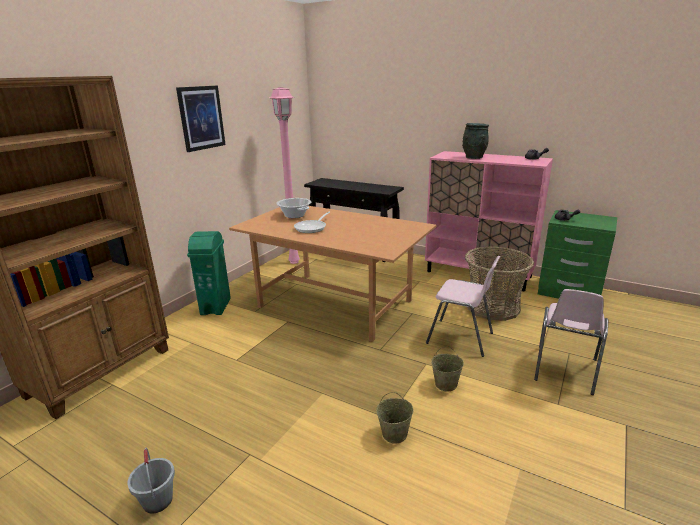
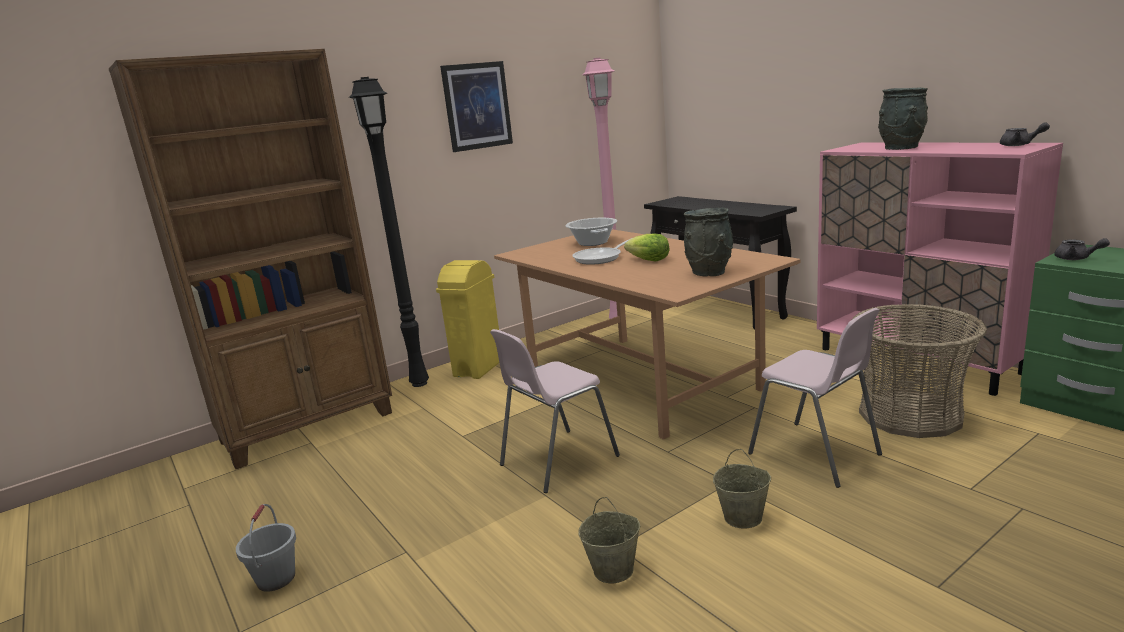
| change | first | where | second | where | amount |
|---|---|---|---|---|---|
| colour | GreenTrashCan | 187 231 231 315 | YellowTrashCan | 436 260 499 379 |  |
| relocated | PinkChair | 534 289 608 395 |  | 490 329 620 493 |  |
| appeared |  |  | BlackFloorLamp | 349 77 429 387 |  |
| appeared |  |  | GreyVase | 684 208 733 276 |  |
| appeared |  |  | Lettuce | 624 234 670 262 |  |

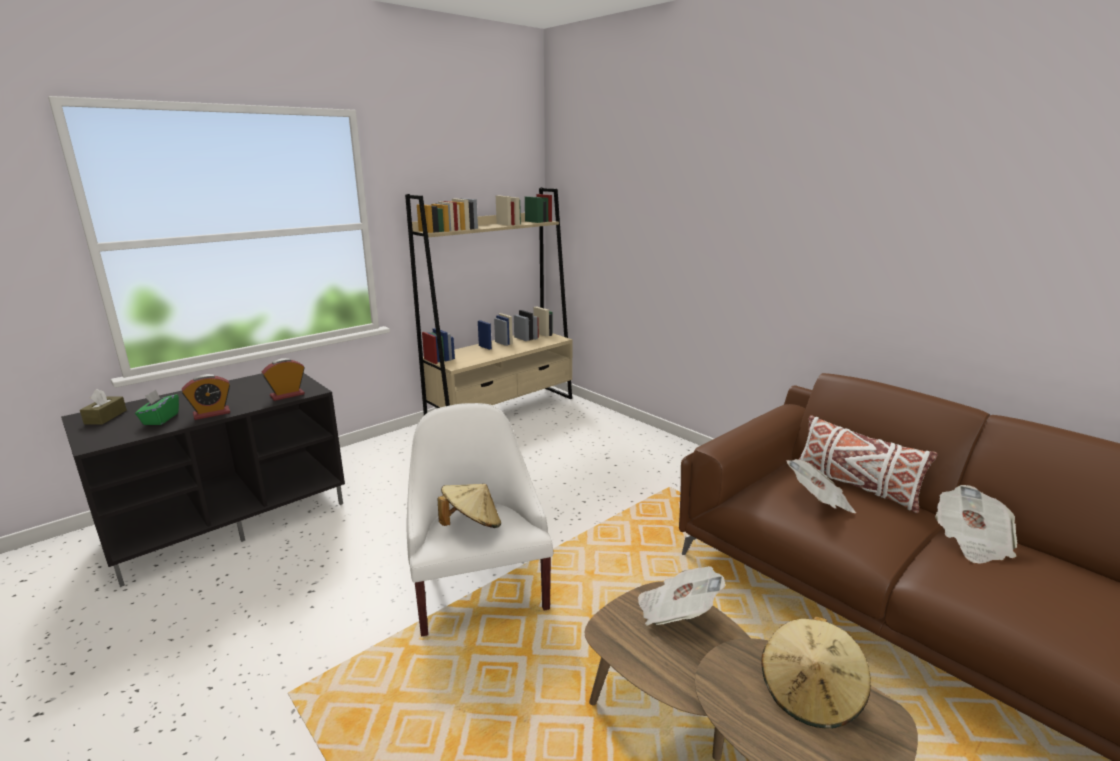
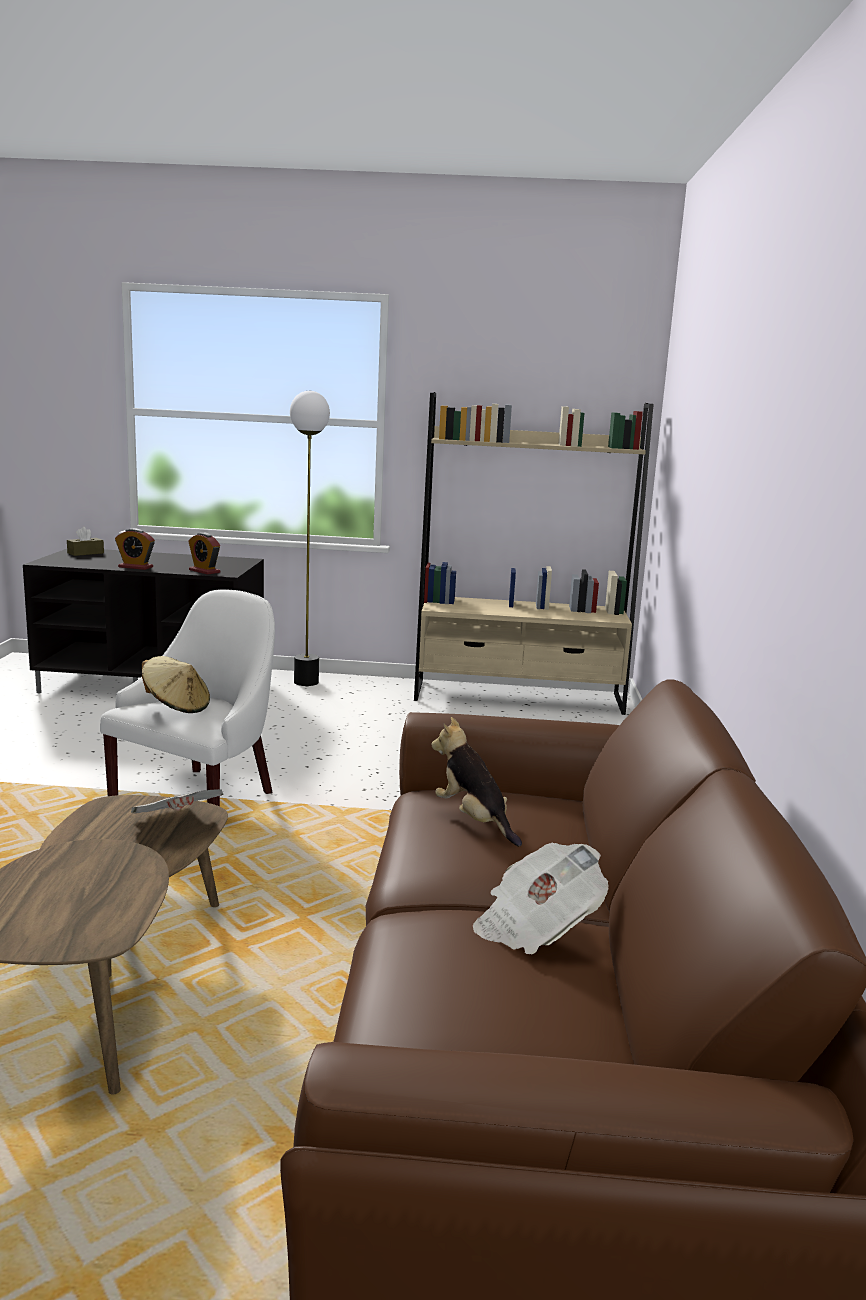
| change | first | where | second | where | amount |
|---|---|---|---|---|---|
| spun | AlarmClock | 262 358 305 401 |  | 188 533 221 575 | 150 degrees counterclockwise |
| missing | GreenTissueBox | 135 390 179 425 |  |  |  |
| missing | WhitePillow | 798 415 938 513 |  |  |  |
| exchanged | Newspaper | 786 459 856 513 | PlushToy | 431 717 522 846 |  |
| missing | BeigeHat | 761 616 871 729 |  |  |  |
| appeared |  |  | FloorLamp | 290 391 330 686 |  |

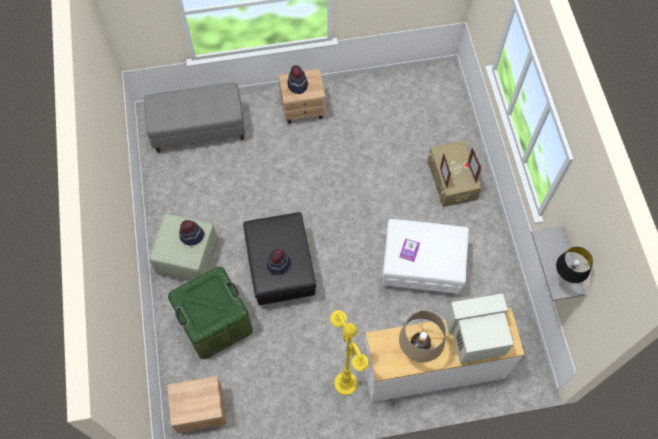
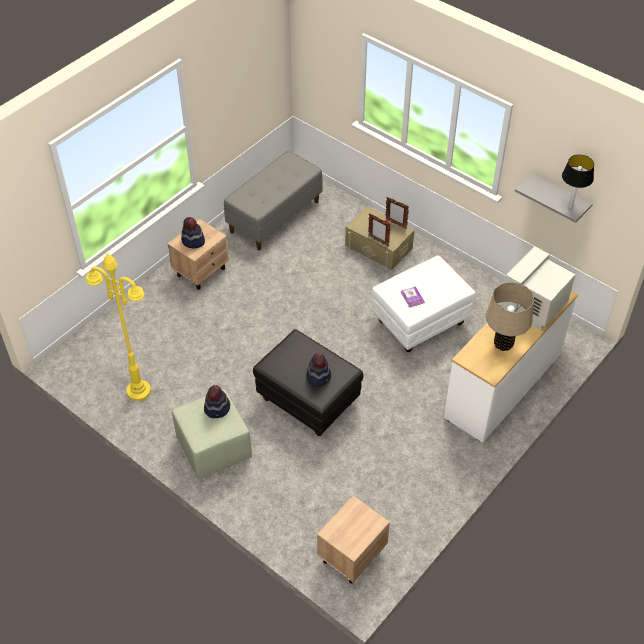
| change | first | where | second | where | amount |
|---|---|---|---|---|---|
| relocated | GreyBench | 144 82 245 153 |  | 224 151 323 250 |  |
| missing | GreenStorageBox | 168 267 253 359 |  |  |  |
| relocated | YellowFloorLamp | 330 310 369 395 |  | 86 254 151 401 |  |

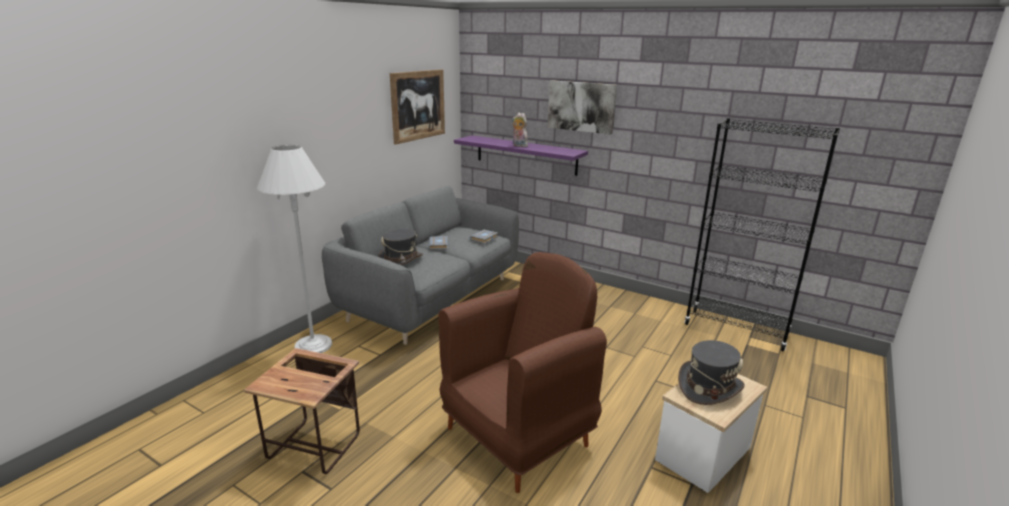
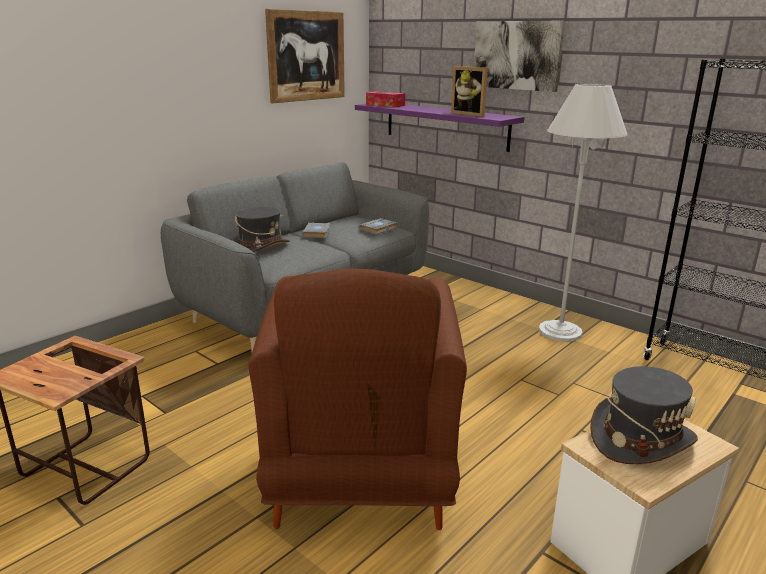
| change | first | where | second | where | amount |
|---|---|---|---|---|---|
| missing | PlushToy | 512 113 528 147 |  |  |  |
| relocated | WhiteFloorLamp | 257 145 332 353 |  | 539 83 628 342 |  |
| spun | BrownArmchair | 438 252 607 493 |  | 249 268 467 530 | 120 degrees clockwise |
| appeared |  |  | PictureFrame | 451 66 488 117 |  |
| appeared |  |  | TissueBox | 366 91 405 107 |  |

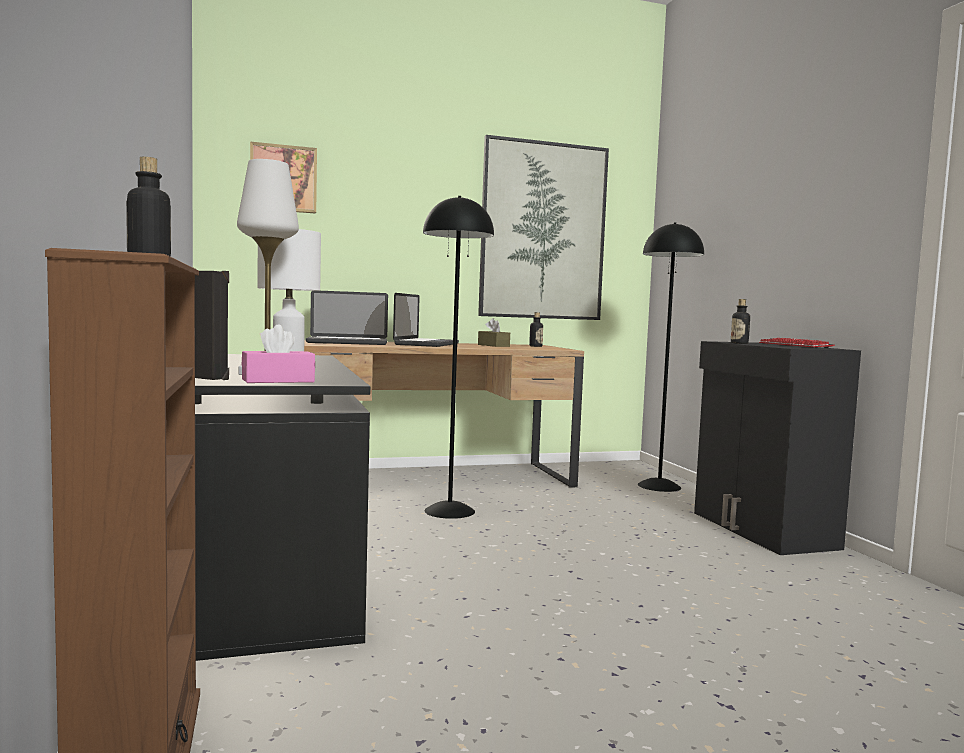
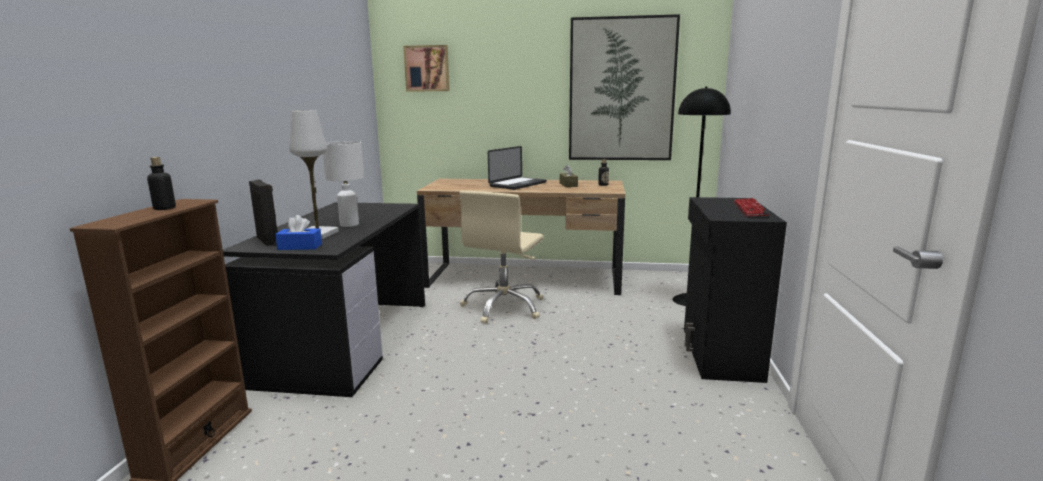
| change | first | where | second | where | amount |
|---|---|---|---|---|---|
| exchanged | BlackFloorLamp | 423 196 494 519 | BeigeOfficeChair | 459 191 543 324 |  |
| missing | Laptop | 306 291 388 345 |  |  |  |
| missing | Bottle | 731 299 750 344 |  |  |  |
| colour | PinkTissueBox | 241 324 315 383 | BlueTissueBox | 275 215 322 250 |  |

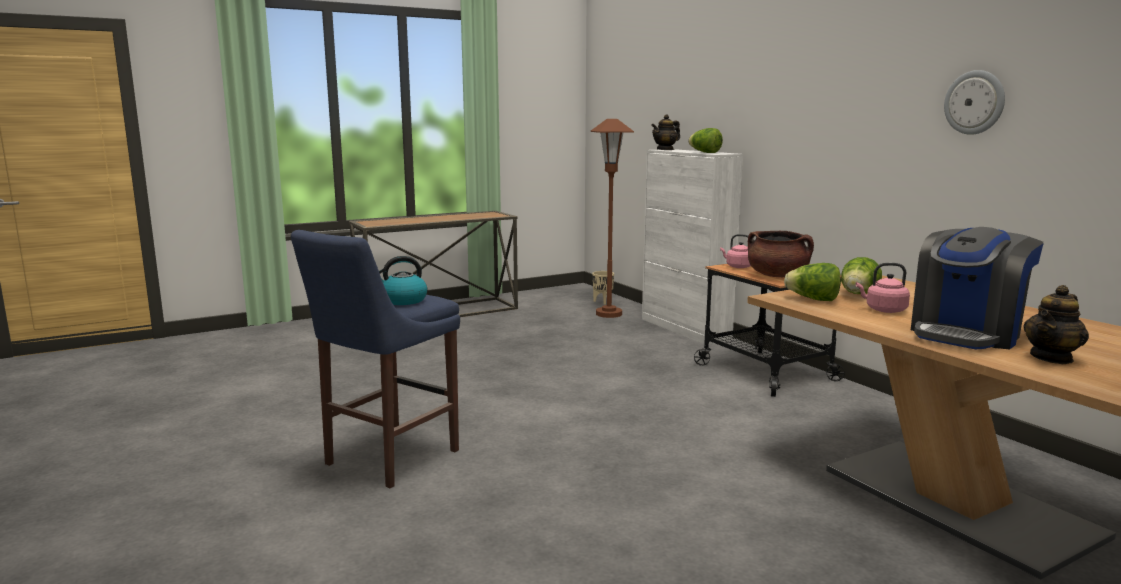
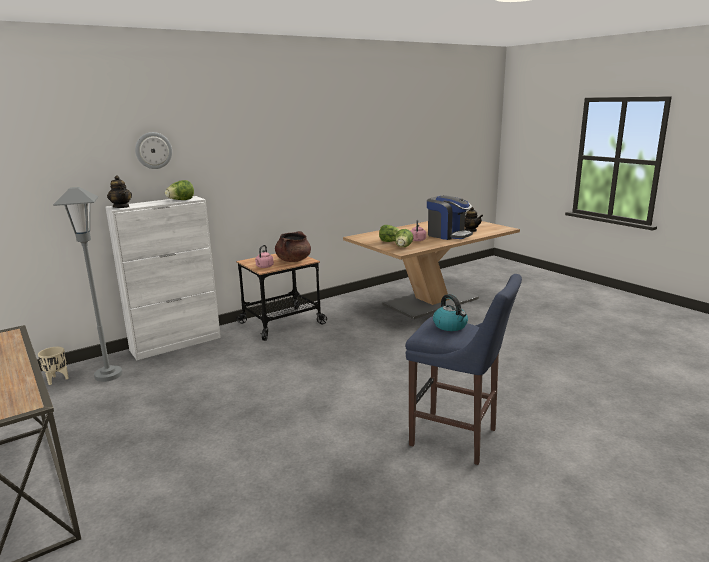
| change | first | where | second | where | amount |
|---|---|---|---|---|---|
| relocated | WallClock | 944 70 1005 135 |  | 135 132 172 169 |  |
| colour | BrownFloorLamp | 590 119 634 318 | GreyFloorLamp | 53 187 123 382 |  |

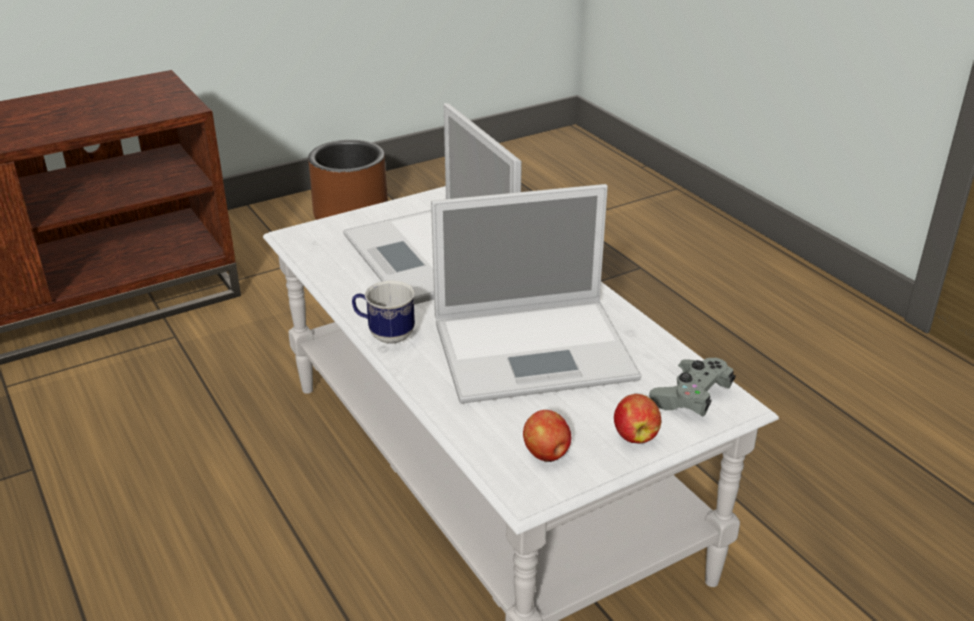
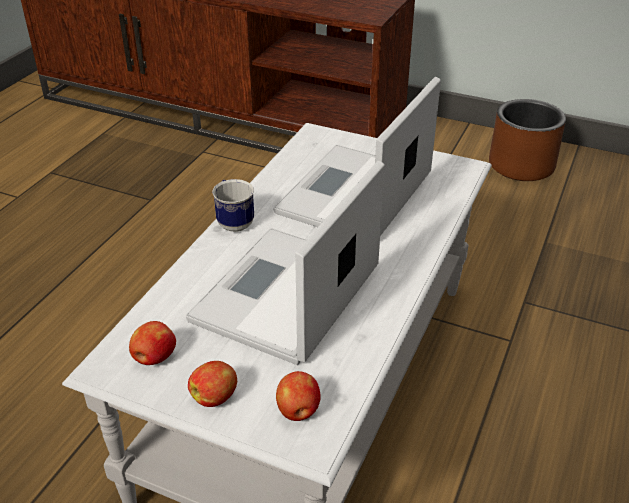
| change | first | where | second | where | amount |
|---|---|---|---|---|---|
| spun | Laptop | 431 184 641 404 |  | 186 161 385 365 | 75 degrees clockwise |
| exchanged | GreyGameController | 649 358 736 416 | Apple | 276 371 321 421 |  |

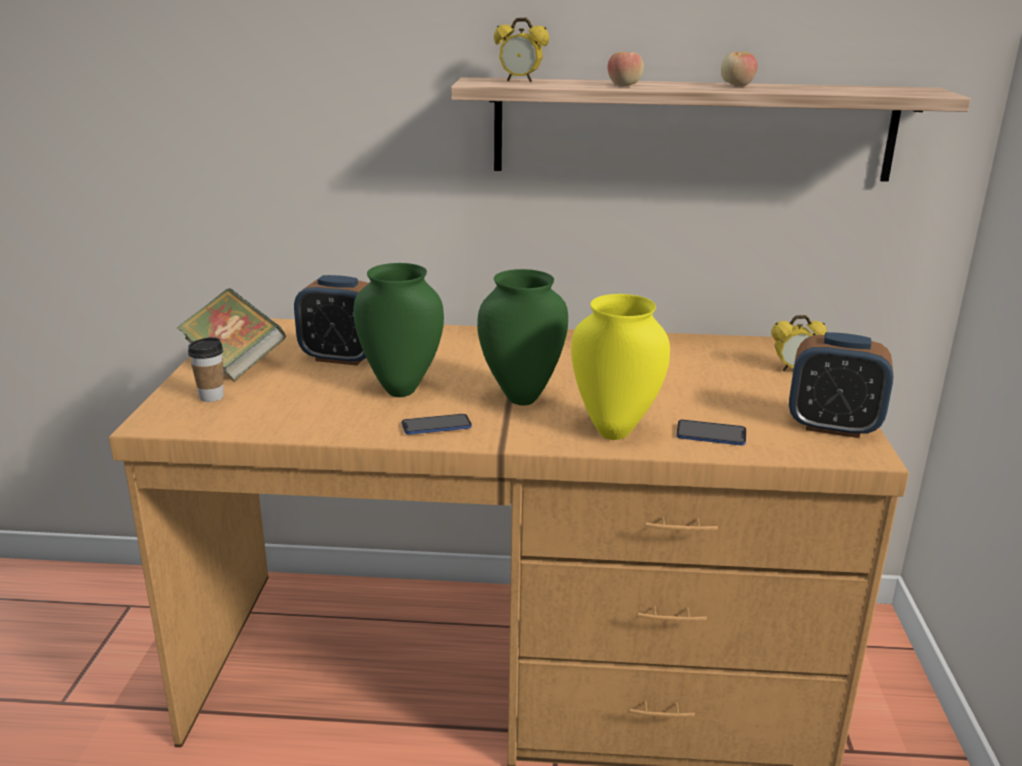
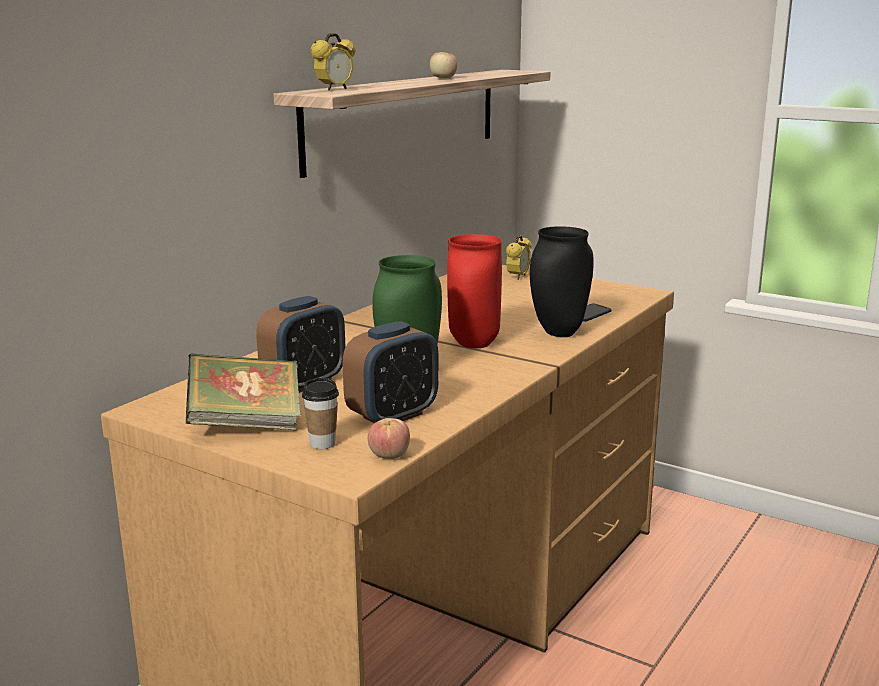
| change | first | where | second | where | amount |
|---|---|---|---|---|---|
| relocated | Apple | 607 52 644 86 |  | 368 418 410 459 |  |
| colour | GreenVase | 477 269 568 406 | RedVase | 447 234 502 348 |  |
| colour | YellowVase | 571 294 670 440 | BlackVase | 530 226 594 337 |  |
| relocated | AlarmClock | 789 332 893 438 |  | 343 321 439 423 |  |
| missing | Phone | 401 414 472 435 |  |  |  |

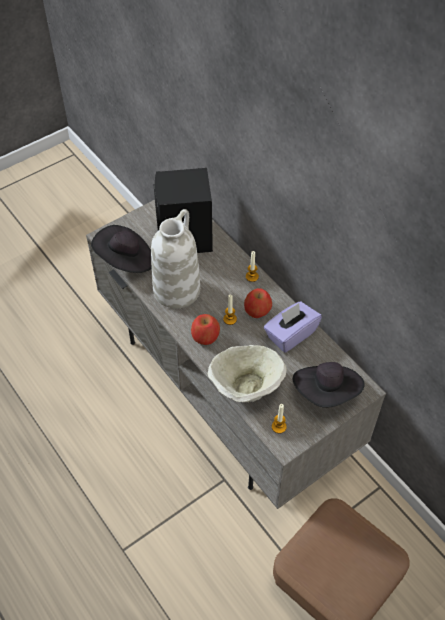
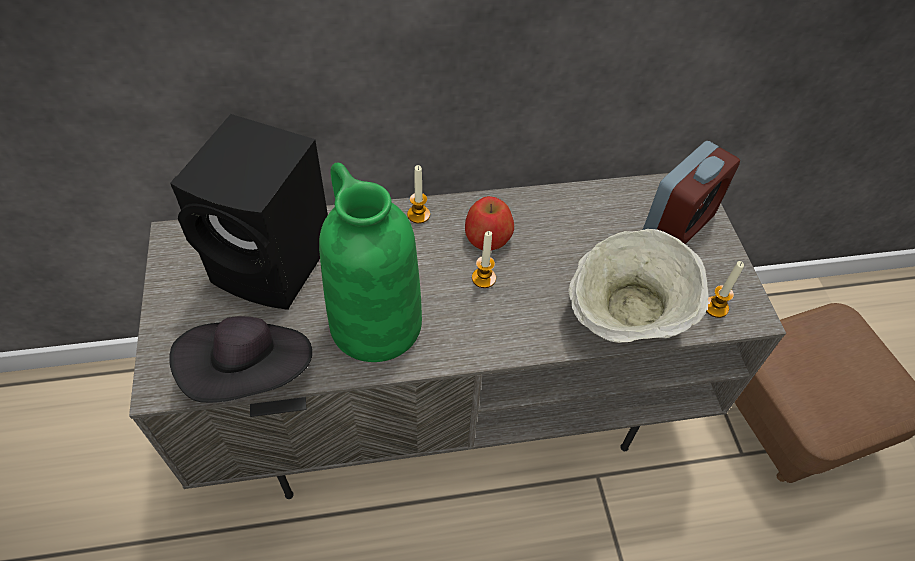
| change | first | where | second | where | amount |
|---|---|---|---|---|---|
| colour | WhiteVase | 151 209 200 308 | GreenVase | 319 163 422 362 |  |
| missing | PurpleTissueBox | 264 301 322 353 |  |  |  |
| missing | Apple | 191 314 220 345 |  |  |  |
| exchanged | BlackHat | 293 362 365 408 | AlarmClock | 643 141 740 244 |  |

